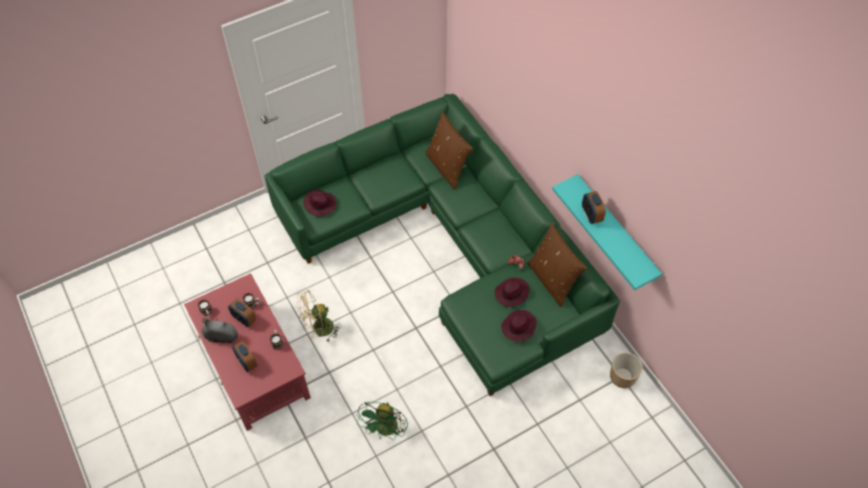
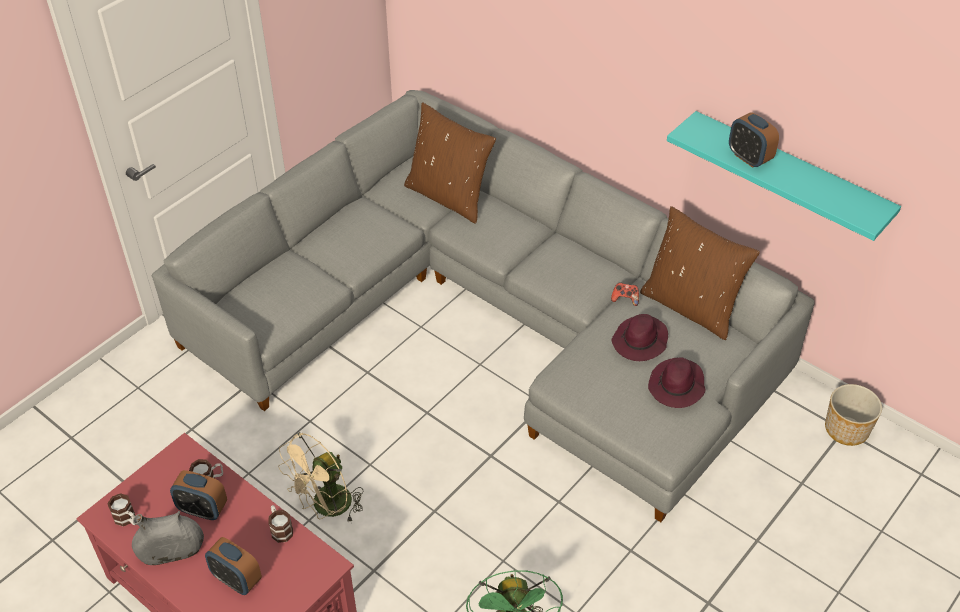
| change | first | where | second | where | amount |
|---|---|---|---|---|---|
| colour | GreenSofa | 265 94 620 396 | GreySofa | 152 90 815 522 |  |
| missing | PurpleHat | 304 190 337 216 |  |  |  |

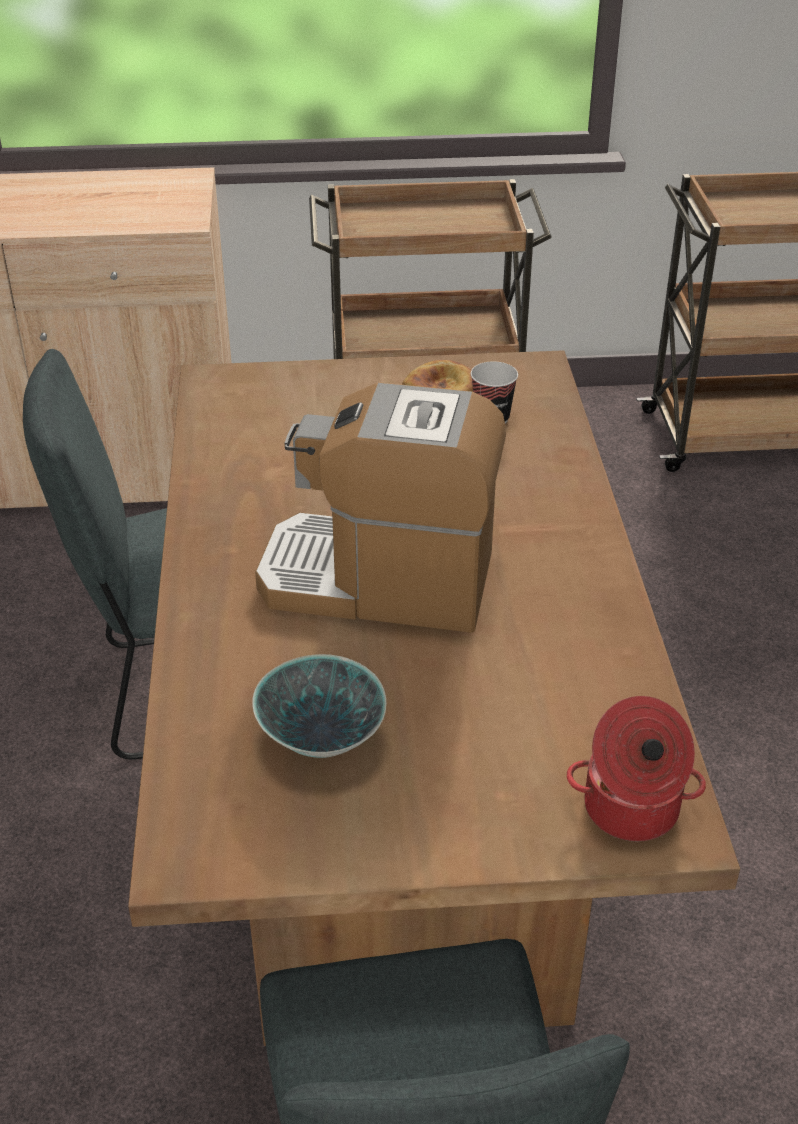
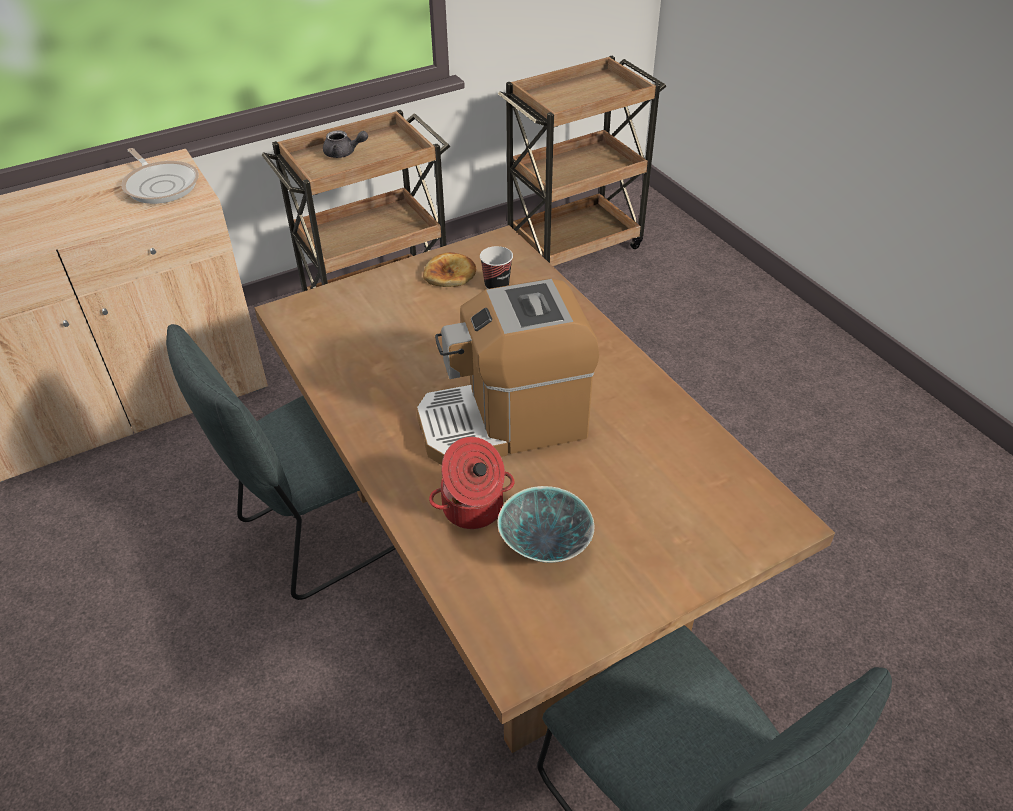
| change | first | where | second | where | amount |
|---|---|---|---|---|---|
| relocated | CookingPot | 567 696 706 841 |  | 429 437 514 529 |  |
| appeared |  |  | GreyTeapot | 323 131 368 158 |  |
| appeared |  |  | FryingPan | 122 148 199 204 |  |

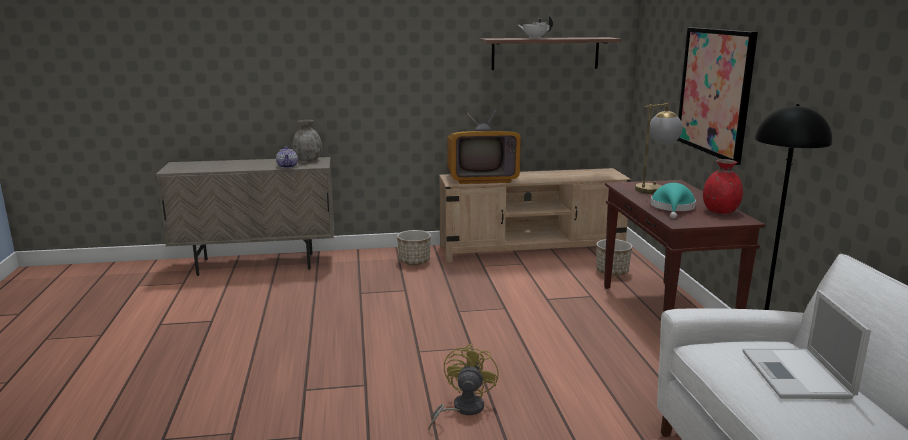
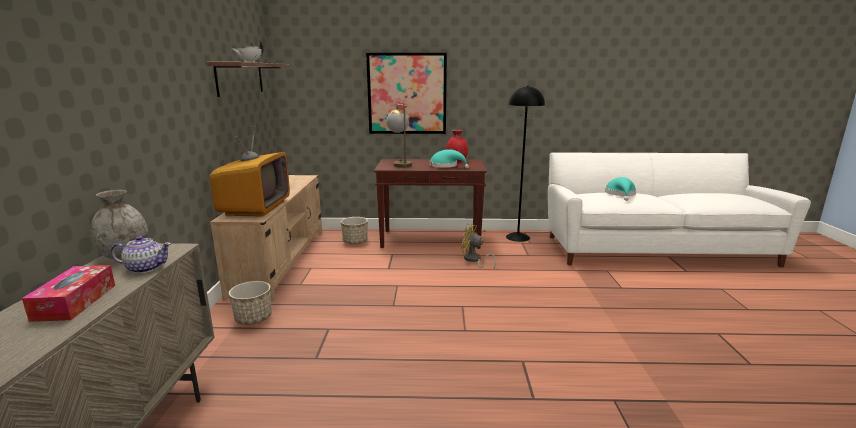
| change | first | where | second | where | amount |
|---|---|---|---|---|---|
| exchanged | Laptop | 742 290 871 399 | TurquoiseHat | 605 177 636 201 |  |
| relocated | YellowFan | 428 343 499 430 |  | 461 223 496 268 |  |
| appeared |  |  | TissueBox | 22 265 115 322 |  |

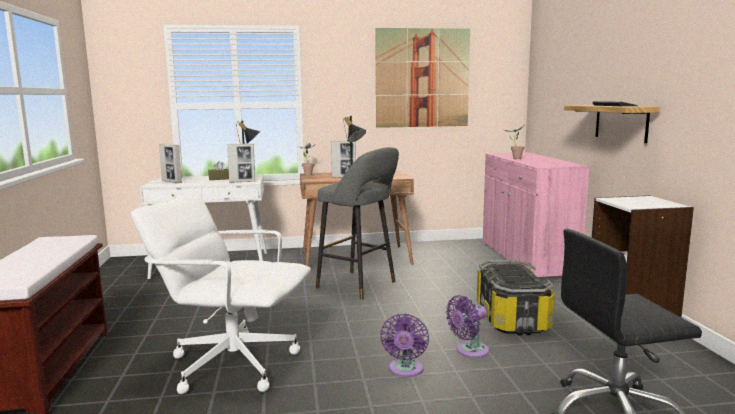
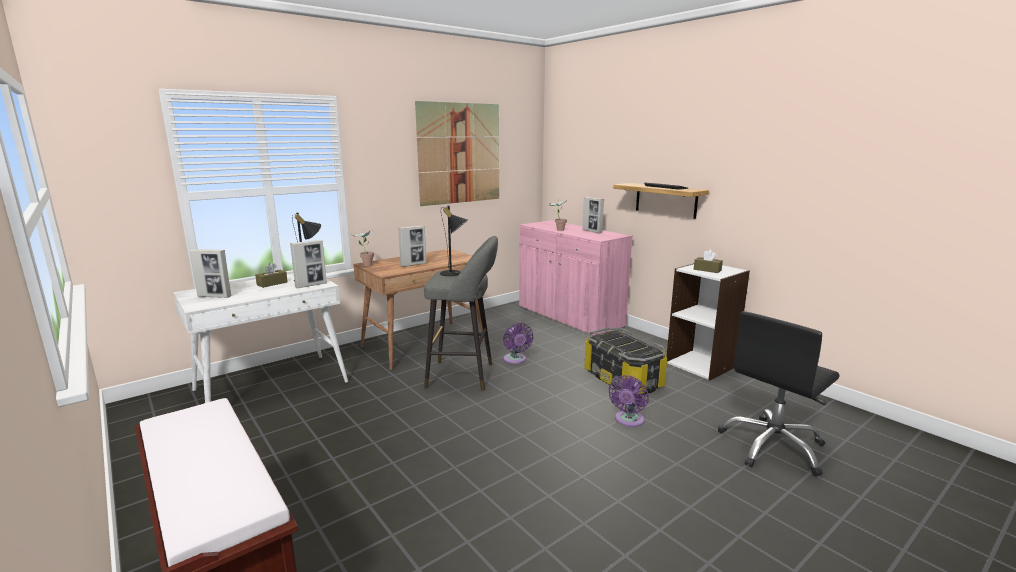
| change | first | where | second | where | amount |
|---|---|---|---|---|---|
| missing | WhiteOfficeChair | 131 192 311 394 |  |  |  |
| relocated | PurpleFan | 380 314 429 377 |  | 503 323 533 364 |  |
| appeared |  |  | PictureFrame | 583 197 604 233 |  |
| appeared |  |  | BrownTissueBox | 694 250 723 273 |  |

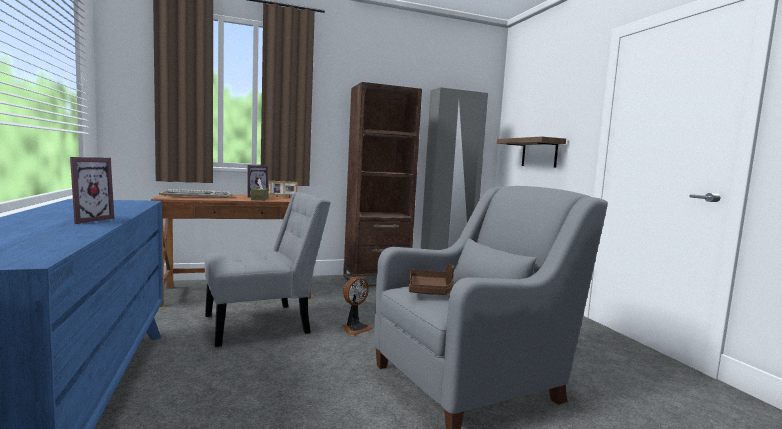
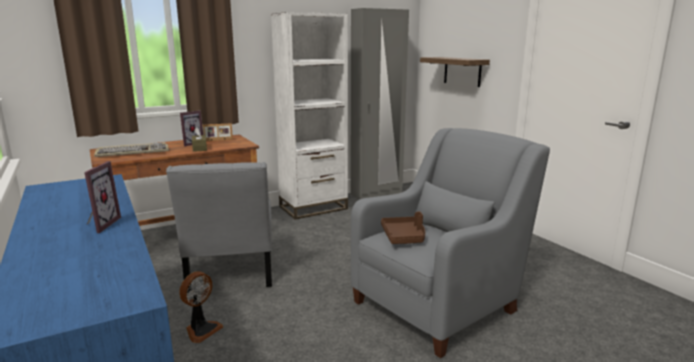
| change | first | where | second | where | amount |
|---|---|---|---|---|---|
| colour | BrownBookcase | 343 82 422 287 | WhiteBookcase | 271 12 348 220 |  |
| spun | GreyChair | 205 192 331 347 |  | 166 162 272 293 | 120 degrees clockwise |
| relocated | Fan | 343 276 373 335 |  | 179 271 223 343 |  |

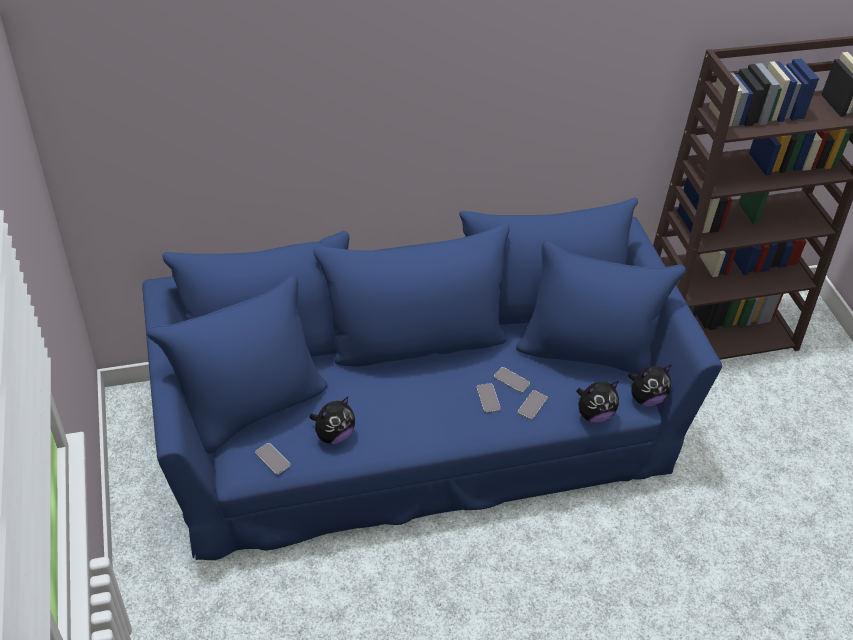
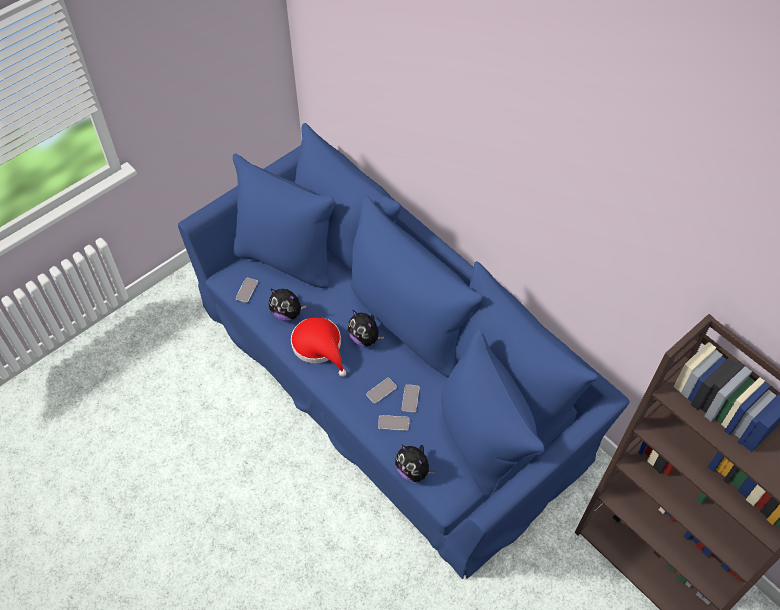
| change | first | where | second | where | amount |
|---|---|---|---|---|---|
| relocated | PlushToy | 628 365 671 406 |  | 348 310 384 346 |  |
| appeared |  |  | RedHat | 291 317 346 377 |  |

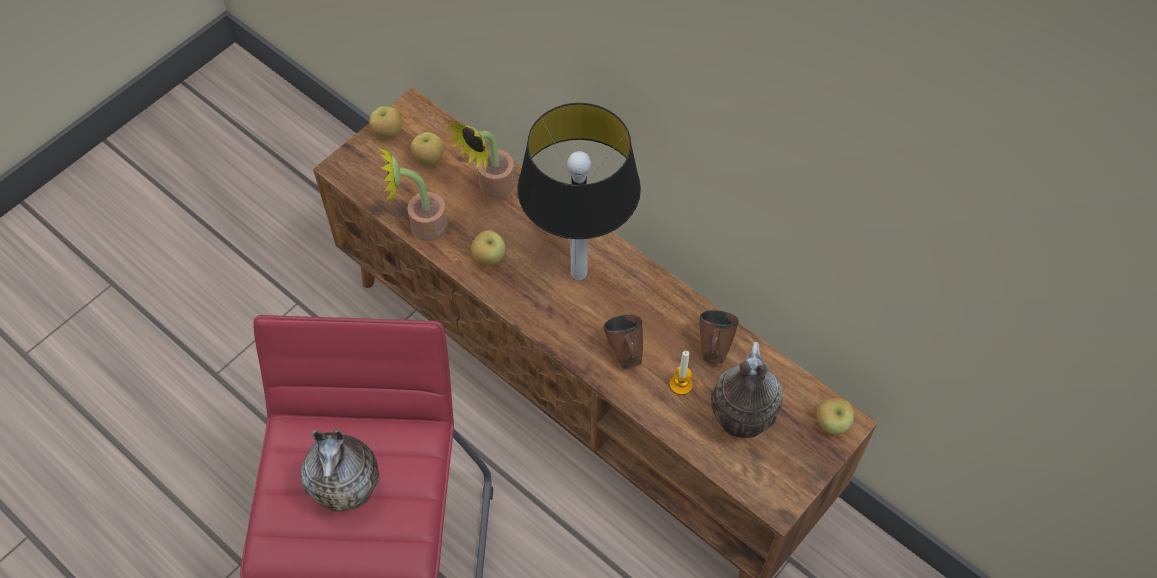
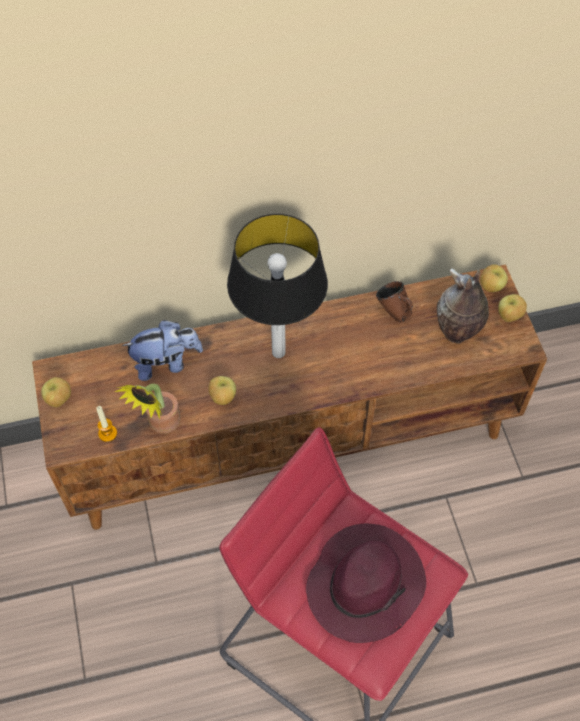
| change | first | where | second | where | amount |
|---|---|---|---|---|---|
| exchanged | PottedPlant | 445 120 515 198 | PlushToy | 122 320 203 381 |  |
| relocated | Apple | 411 132 444 165 |  | 498 294 527 322 |  |
| missing | BrownMug | 603 315 643 369 |  |  |  |
| relocated | Candle | 670 351 693 395 |  | 96 406 117 442 |  |
| exchanged | Vase | 301 429 380 512 | PurpleHat | 306 523 426 643 |  |

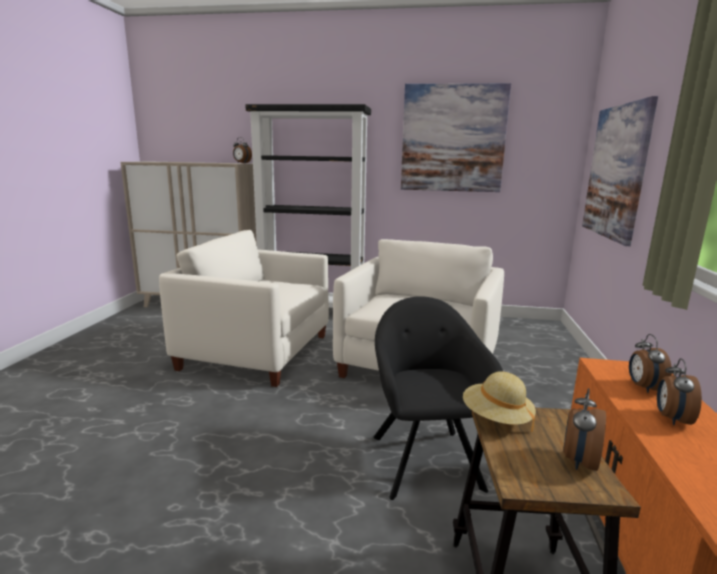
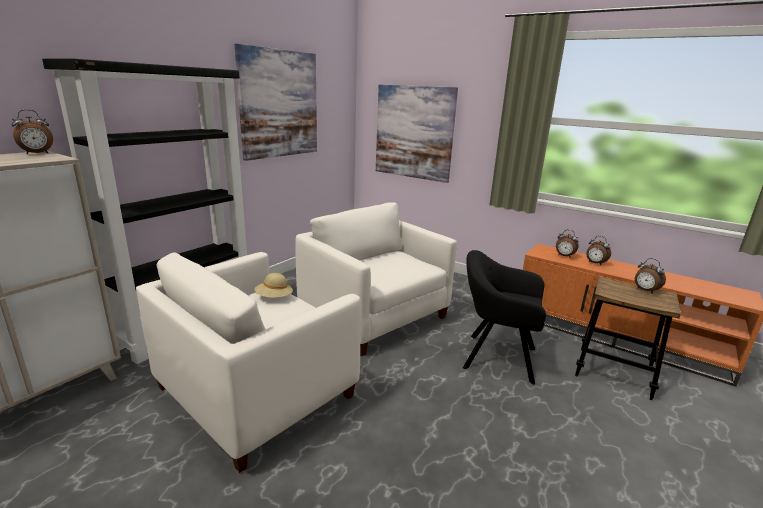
| change | first | where | second | where | amount |
|---|---|---|---|---|---|
| relocated | BeigeHat | 463 371 536 432 |  | 254 273 293 298 |  |

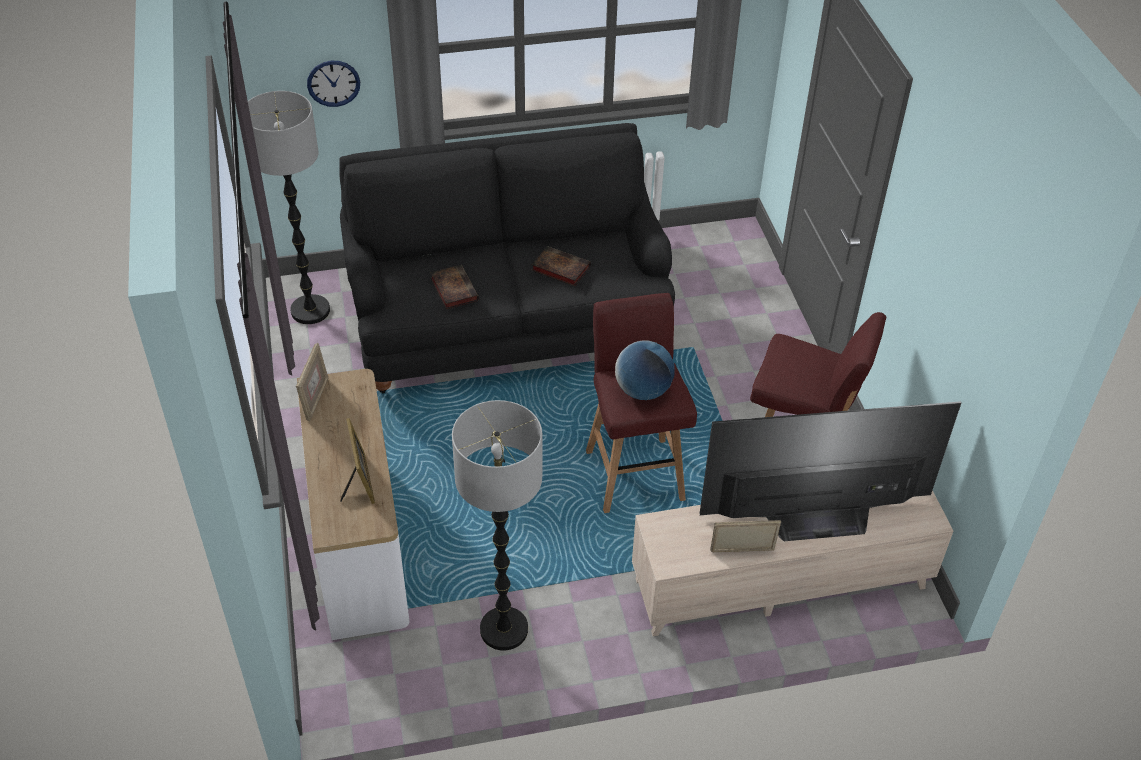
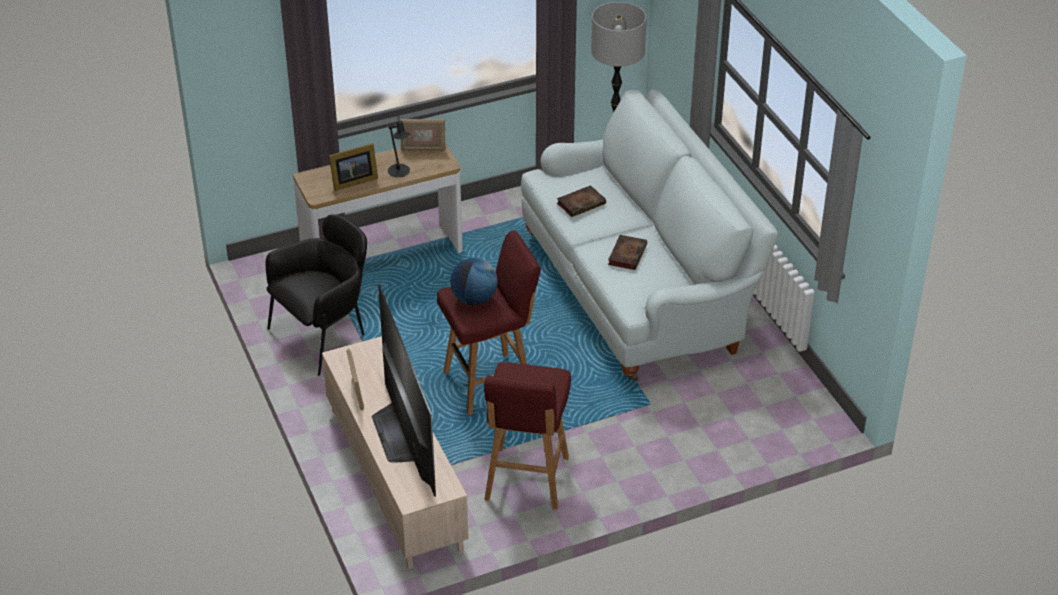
| change | first | where | second | where | amount |
|---|---|---|---|---|---|
| missing | WallClock | 307 61 360 107 |  |  |  |
| colour | BlackSofa | 339 123 675 393 | WhiteSofa | 521 89 779 381 |  |
| exchanged | FloorLamp | 452 400 542 651 | BlackArmchair | 266 214 367 376 |  |
| appeared |  |  | BlackTableLamp | 388 118 410 177 |  |

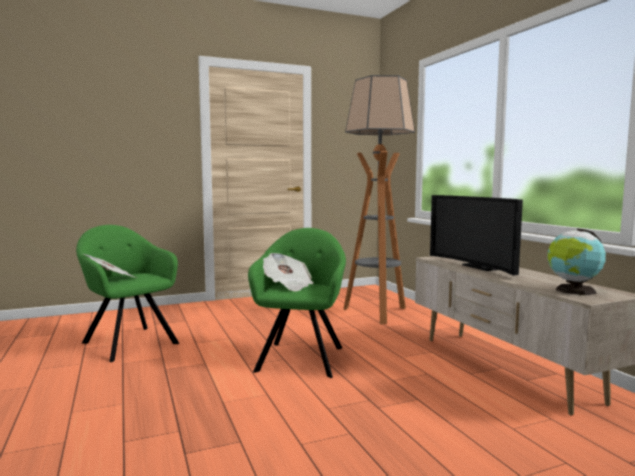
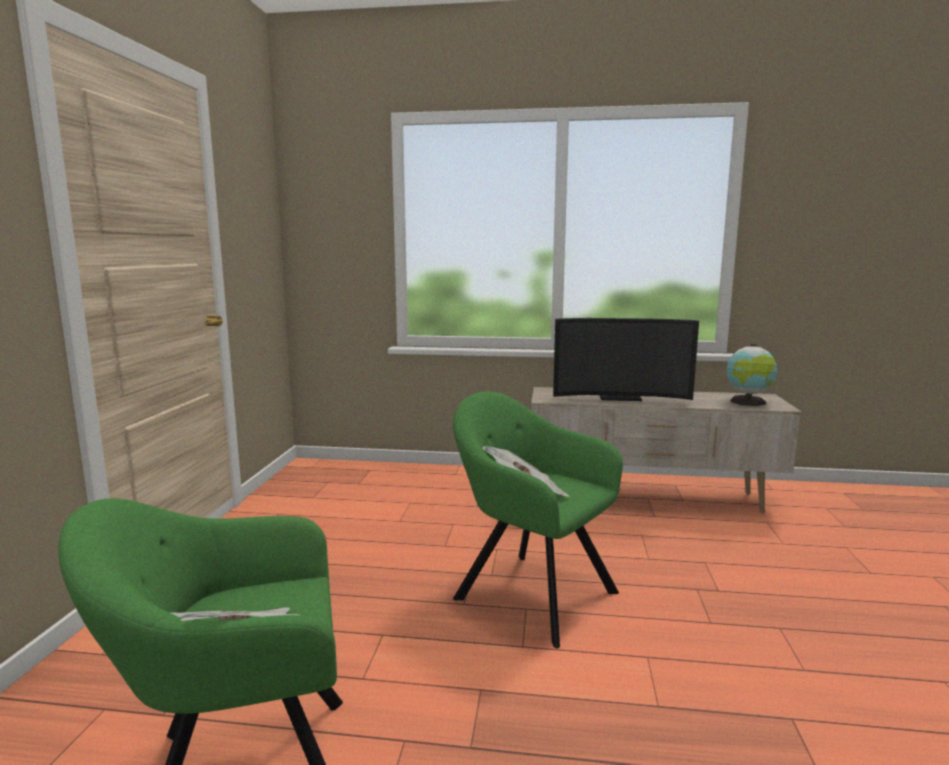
| change | first | where | second | where | amount |
|---|---|---|---|---|---|
| missing | FloorLamp | 344 75 415 324 |  |  |  |

